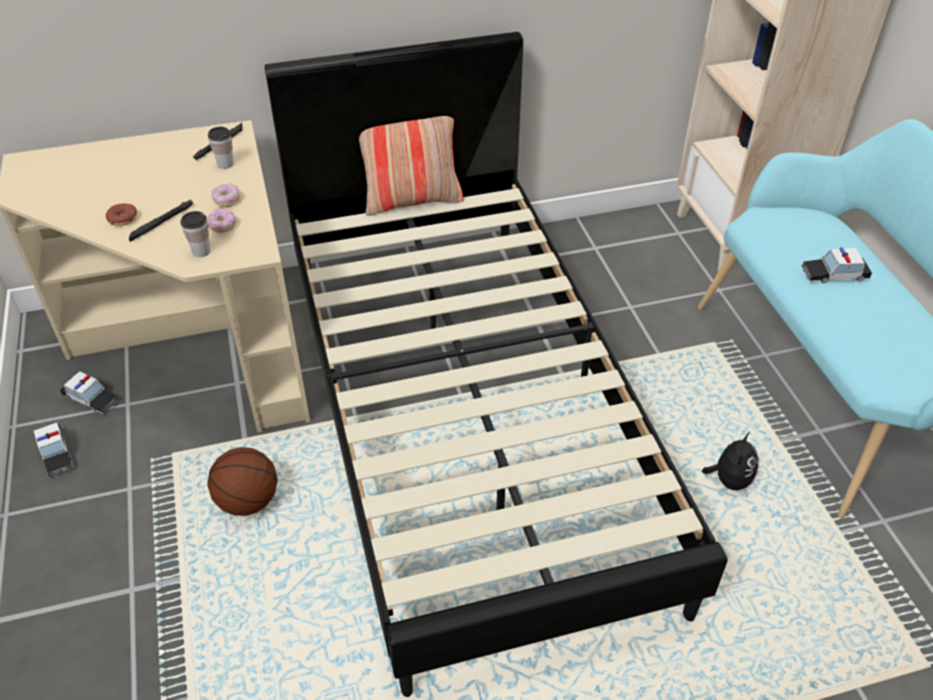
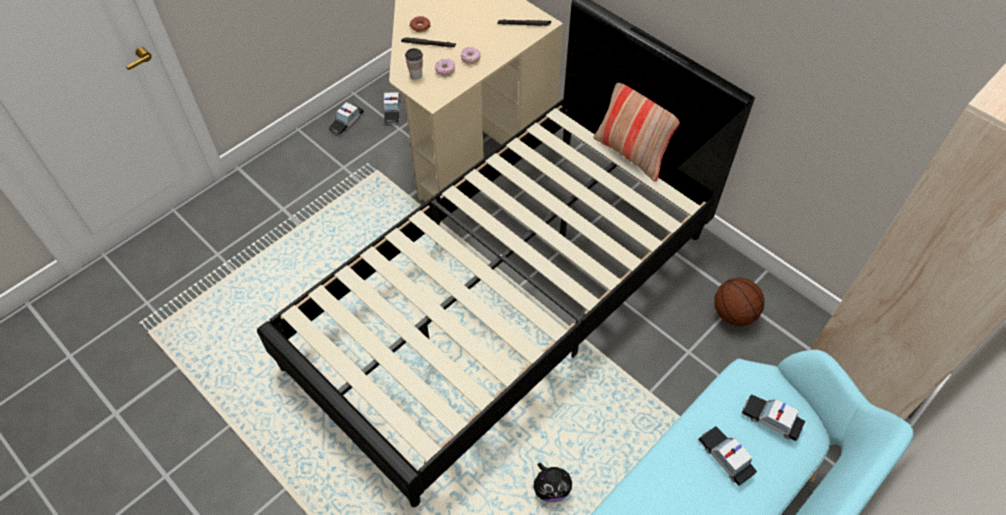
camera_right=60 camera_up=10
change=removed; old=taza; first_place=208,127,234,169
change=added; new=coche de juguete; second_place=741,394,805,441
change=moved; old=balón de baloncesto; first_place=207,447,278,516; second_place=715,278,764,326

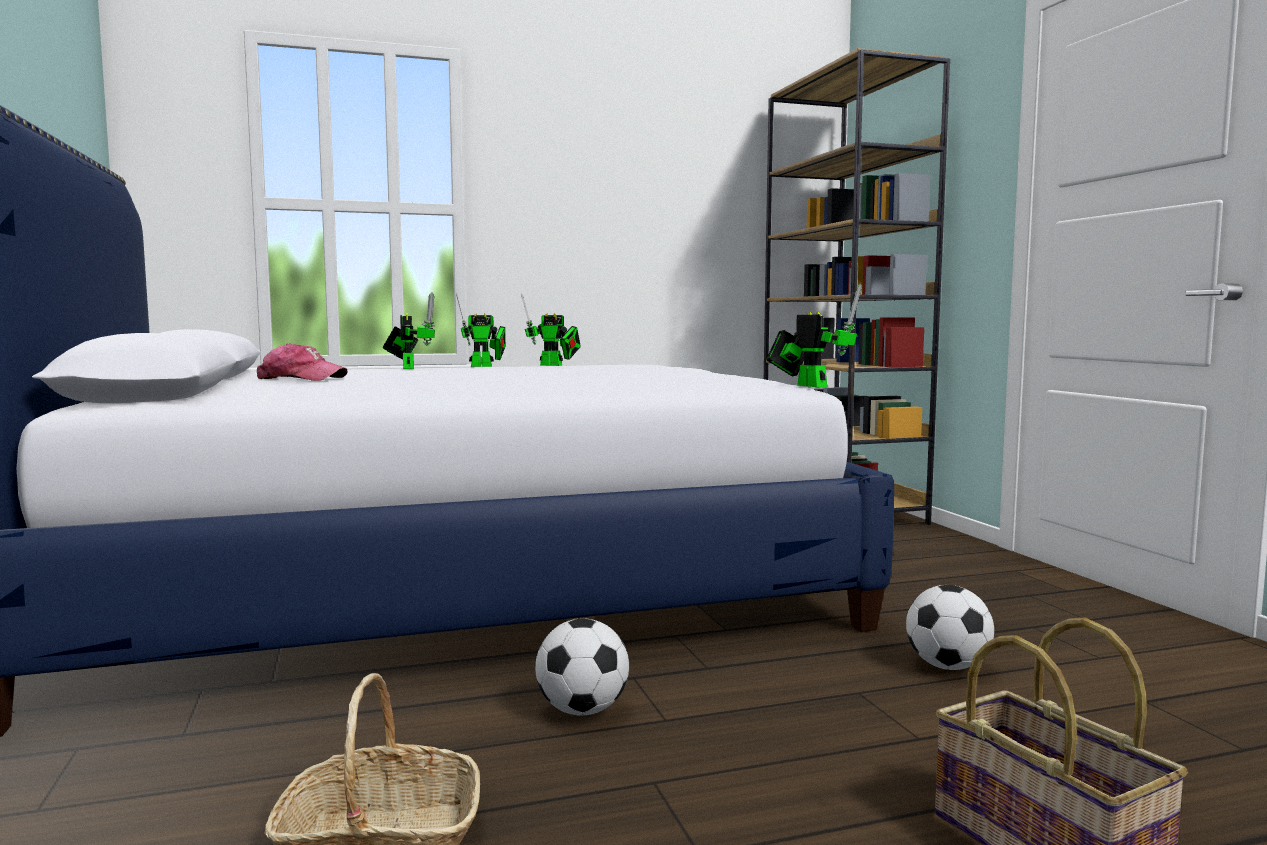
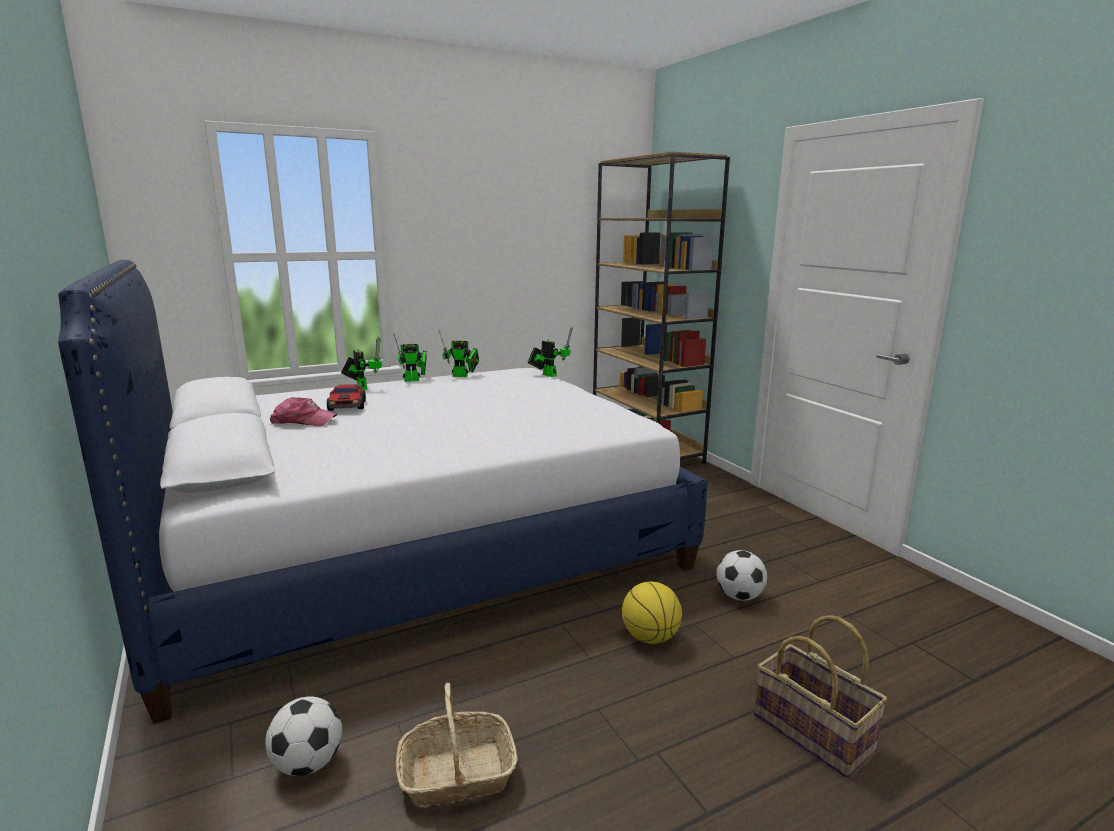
camera_right=-10 camera_up=10
change=added; new=coche de juguete; second_place=327,384,366,411
change=added; new=balón de baloncesto; second_place=622,581,682,644
change=moved; old=balón de fútbol; first_place=535,618,629,716; second_place=265,696,342,776
change=moved; old=robot de juguete; first_place=767,283,862,387; second_place=528,327,573,377

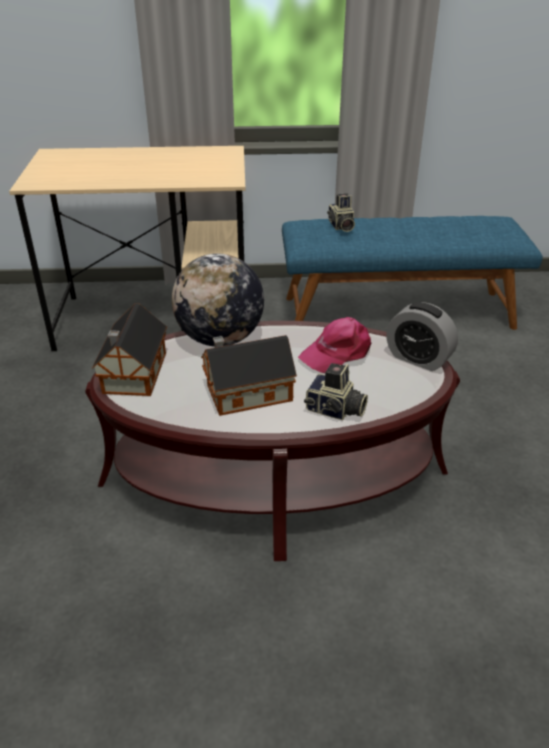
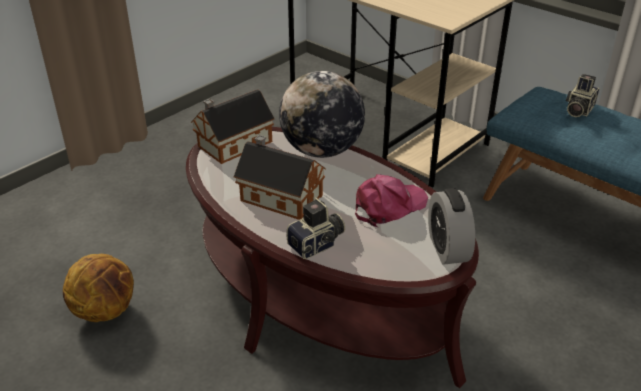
camera_right=45 camera_up=0
change=added; new=balón de baloncesto; second_place=63,254,134,322
change=turned; old=gorra [rosa]; first_place=298,317,371,373; second_place=355,174,428,227; degrees=135
change=turned; old=cámara; first_place=304,363,368,420; second_place=287,198,345,259; degrees=-105

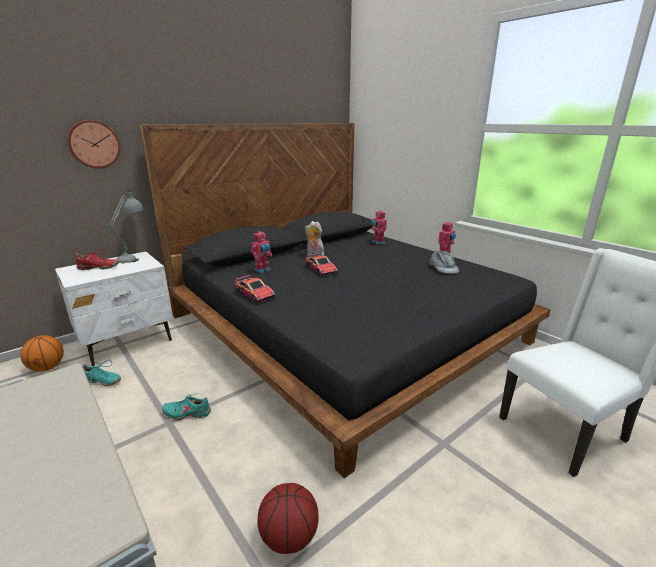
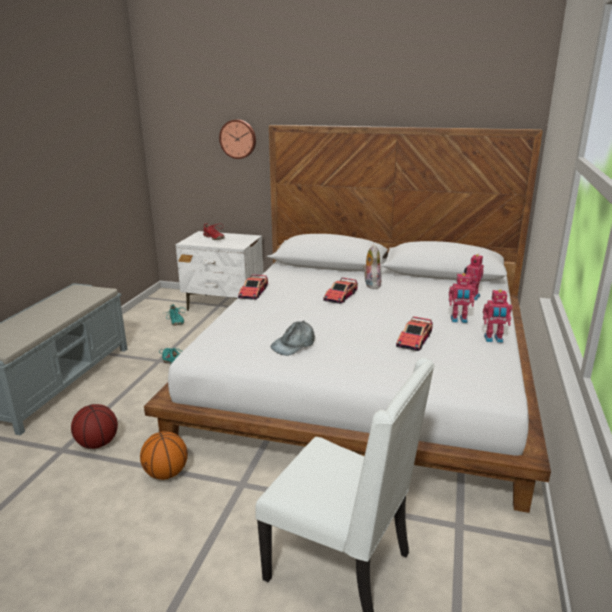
camera_right=55 camera_up=0
change=removed; old=lámpara de mesa [gris]; first_place=108,188,144,264
change=added; new=coche de juguete; second_place=396,316,433,351
change=moved; old=balón de baloncesto; first_place=20,335,64,372; second_place=140,431,188,480
change=moved; old=robot de juguete; first_place=251,231,273,273; second_place=449,273,475,323
change=moved; old=gorra [gris]; first_place=429,250,459,274; second_place=271,321,315,356
change=recoloured; old=cama [negro]; new=cama [blanco]; first_place=140,123,551,478; second_place=144,125,551,513

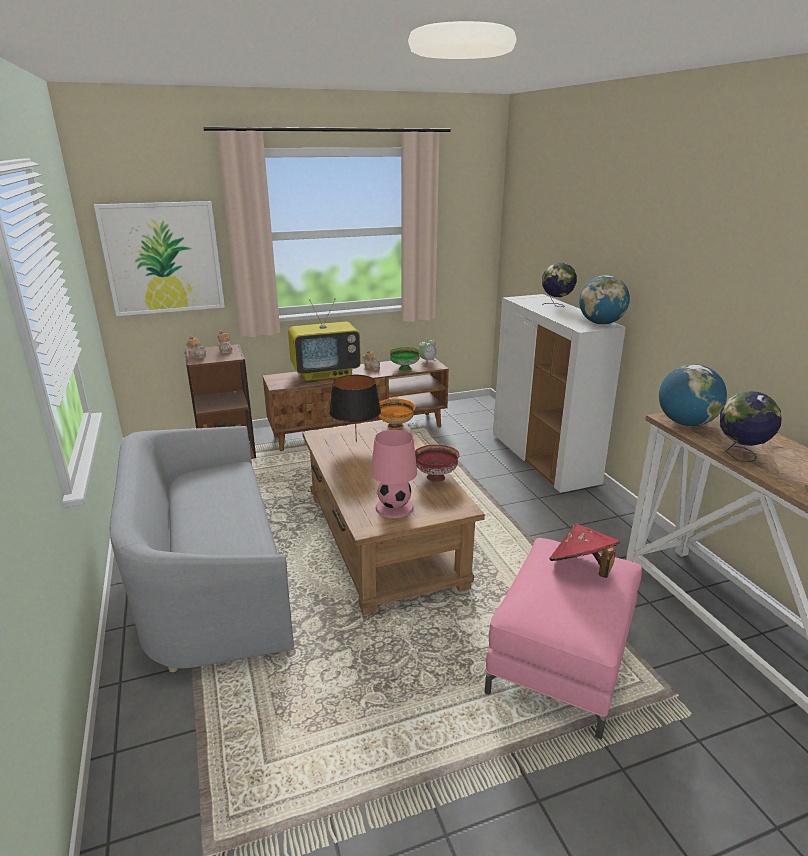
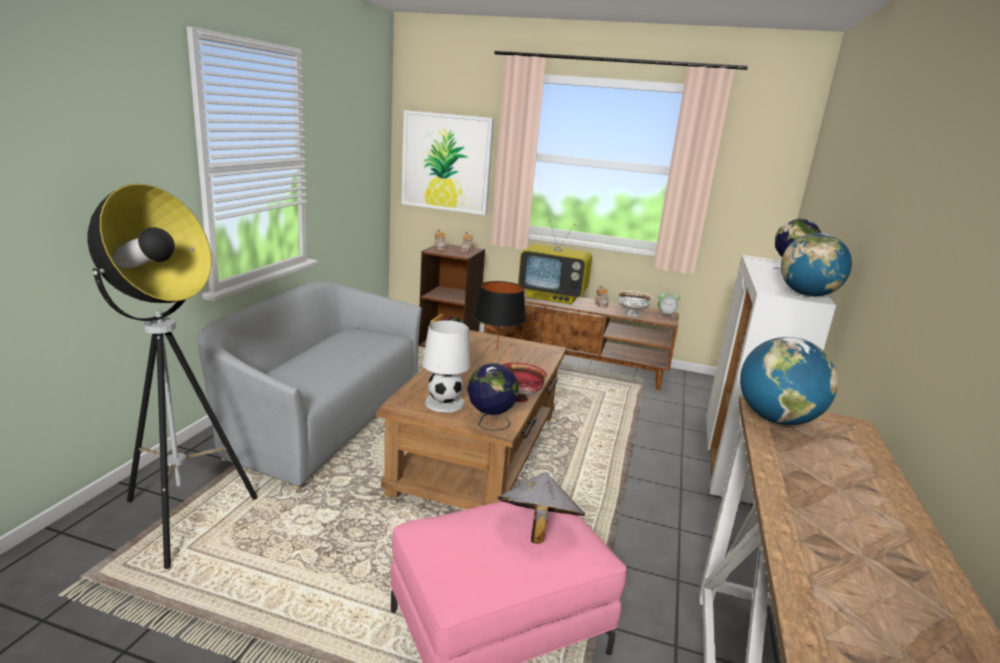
camera_right=35 camera_up=-5
change=removed; old=cuenco [naranja]; first_place=378,399,415,430
change=added; new=lámpara de pie; second_place=87,184,257,569
change=moved; old=globo terráqueo; first_place=720,391,782,462; second_place=467,363,519,431
change=recoloured; old=lámpara de mesa [rosa]; new=lámpara de mesa [blanco]; first_place=371,430,417,518; second_place=423,320,470,413
change=recoloured; old=cuenco [verde]; new=cuenco [blanco]; first_place=389,347,421,371; second_place=617,291,652,316
change=recoloured; old=sombrero [rojo]; new=sombrero [gris]; first_place=549,524,620,578; second_place=498,472,585,544

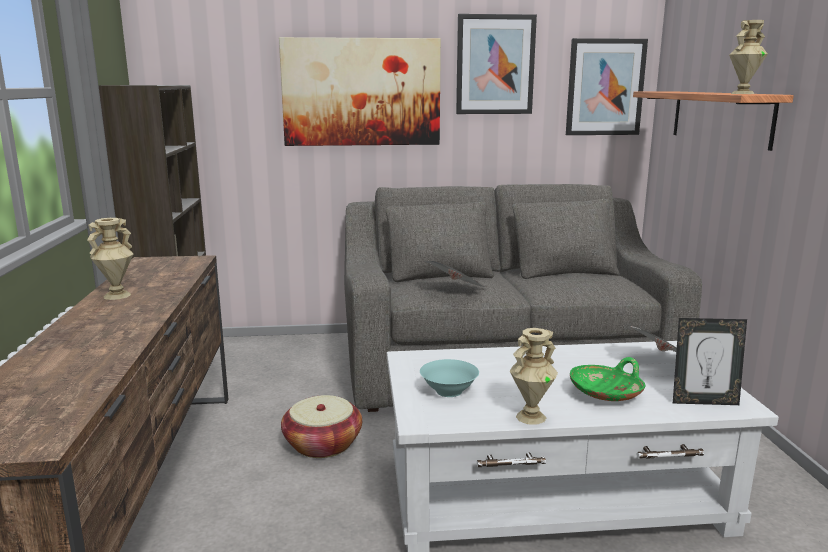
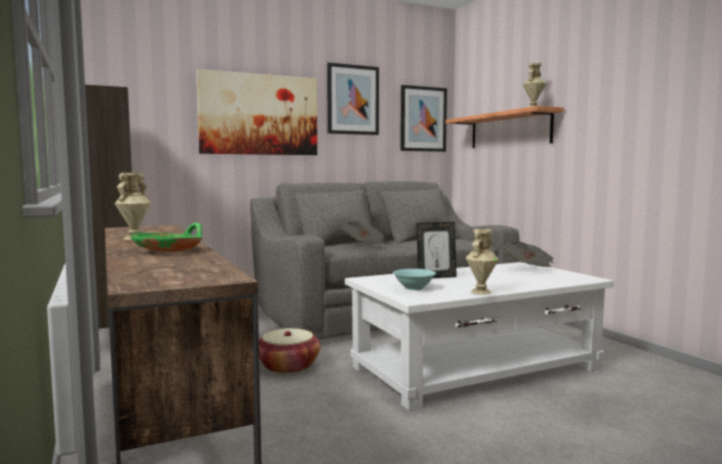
camera_right=-20 camera_up=-10
change=moved; old=cuenco [verde]; first_place=570,357,645,401; second_place=131,223,203,252
change=moved; old=portarretratos; first_place=673,318,747,405; second_place=416,222,457,278

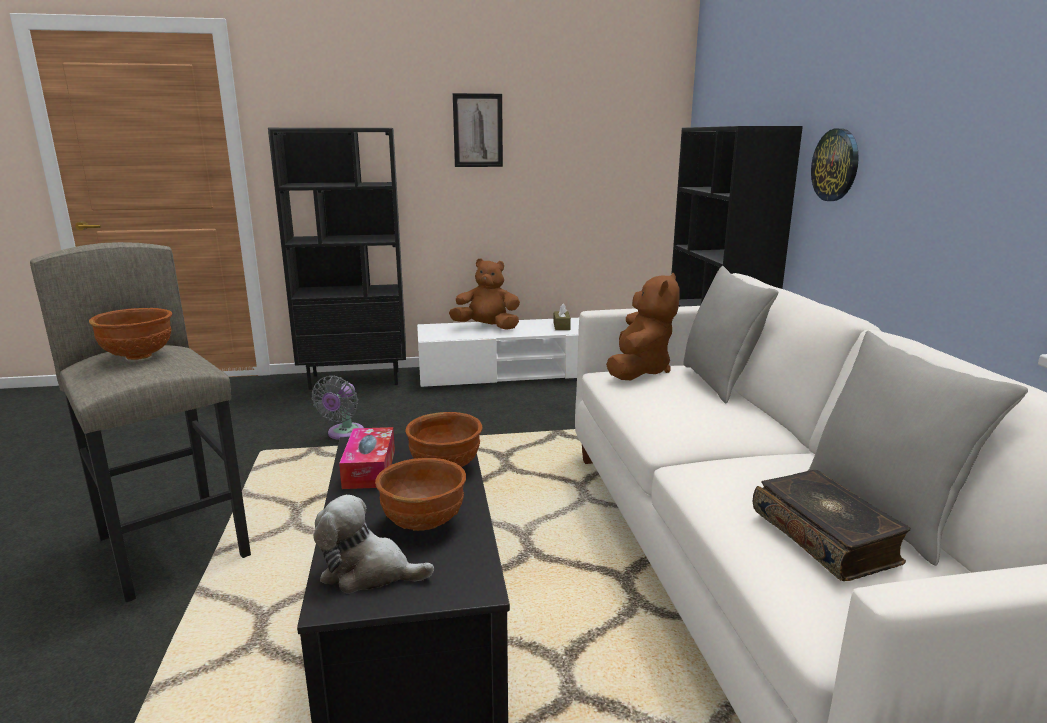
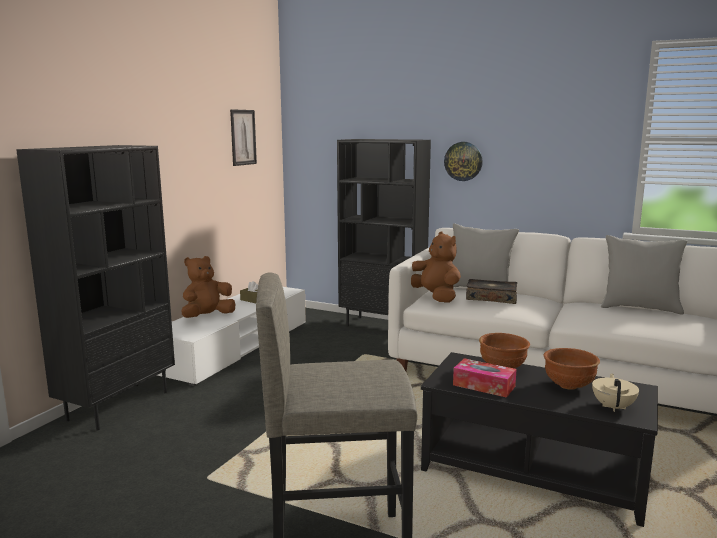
camera_right=-55 camera_up=-5
change=removed; old=cuenco [marrón]; first_place=89,308,172,360
change=removed; old=ventilador [gris]; first_place=312,376,364,440
change=moved; old=cuadro; first_place=453,93,503,167; second_place=230,109,257,166
change=moved; old=libro; first_place=753,470,910,581; second_place=466,279,517,304
change=replaced; old=peluche; new=tetera [beis]; first_place=313,495,434,593; second_place=592,373,639,412

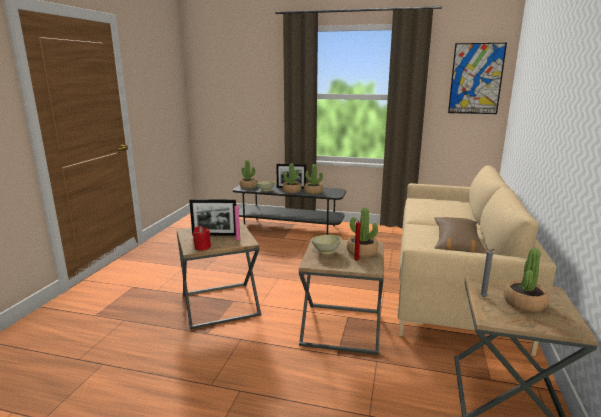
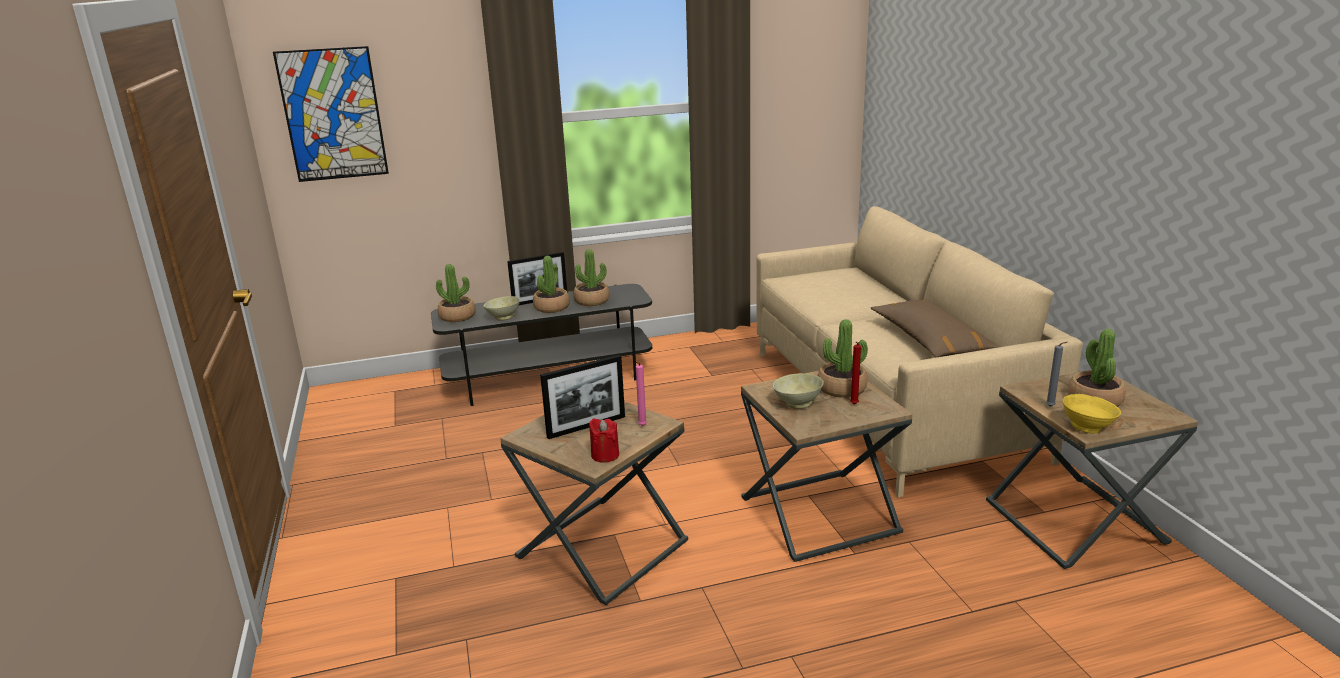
camera_right=-30 camera_up=5
change=added; new=cuenco [amarillo]; second_place=1063,394,1121,433
change=moved; old=cuadro; first_place=448,43,507,114; second_place=273,46,389,182

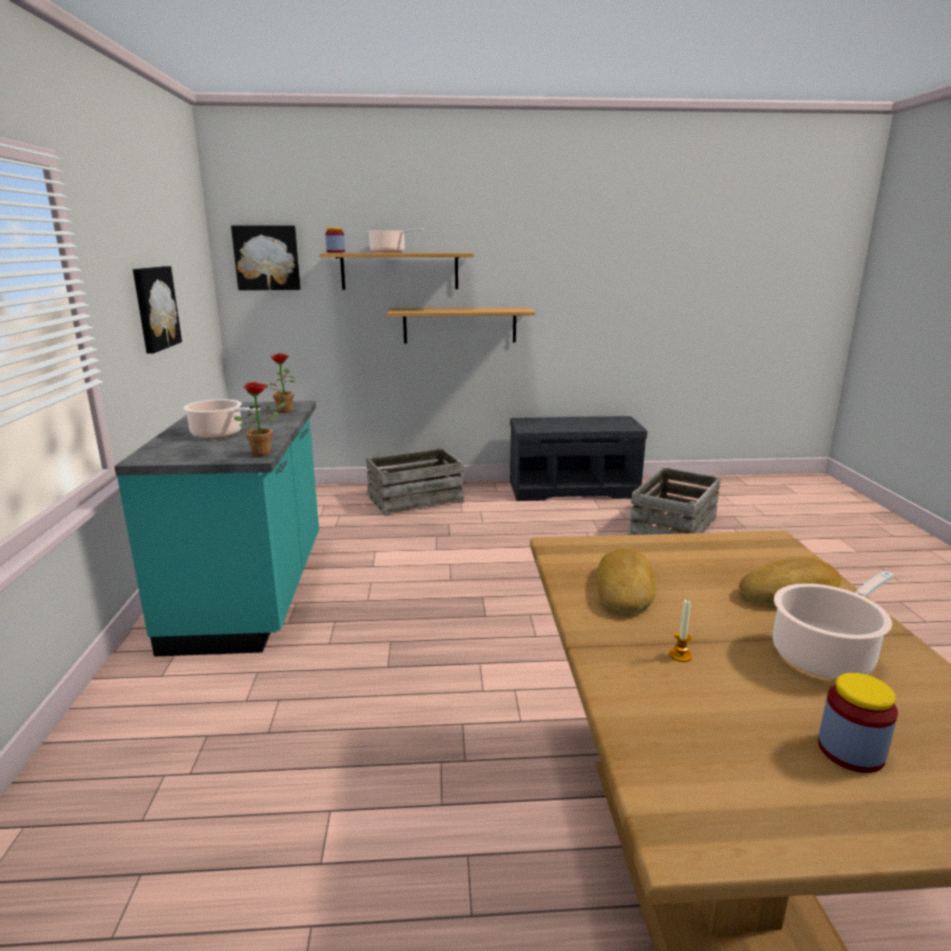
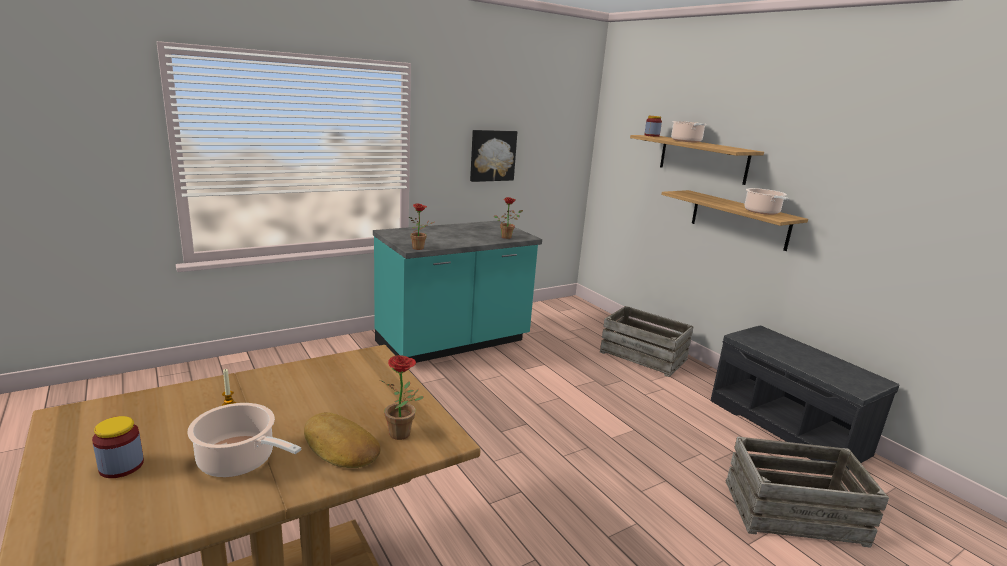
camera_right=60 camera_up=0
change=removed; old=cuadro; first_place=231,225,301,290
change=removed; old=pan; first_place=597,549,657,613
change=added; new=planta en maceta; second_place=380,355,424,440
change=moved; old=olla; first_place=183,399,261,439; second_place=744,188,790,215

